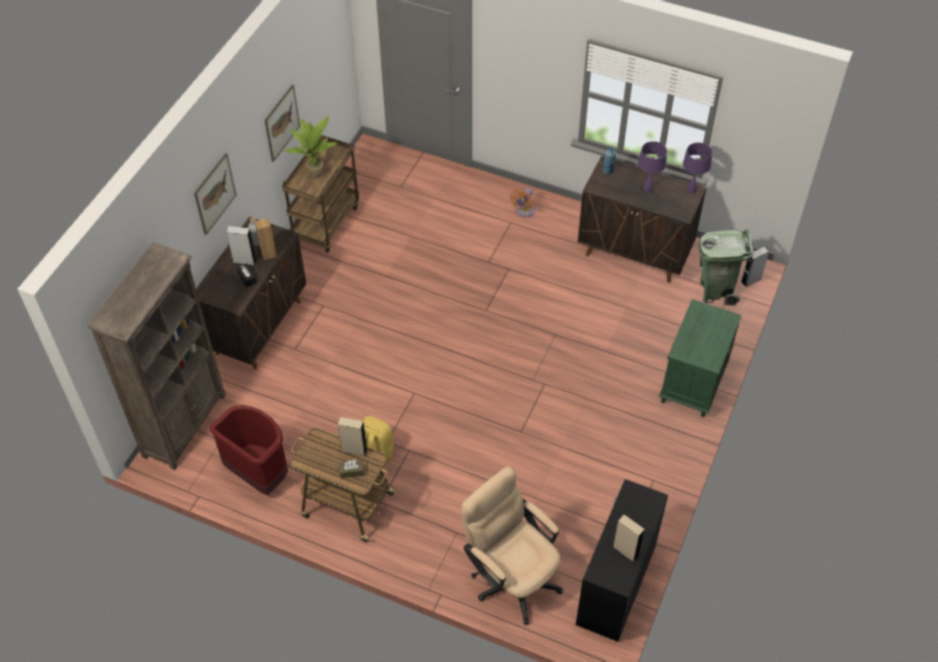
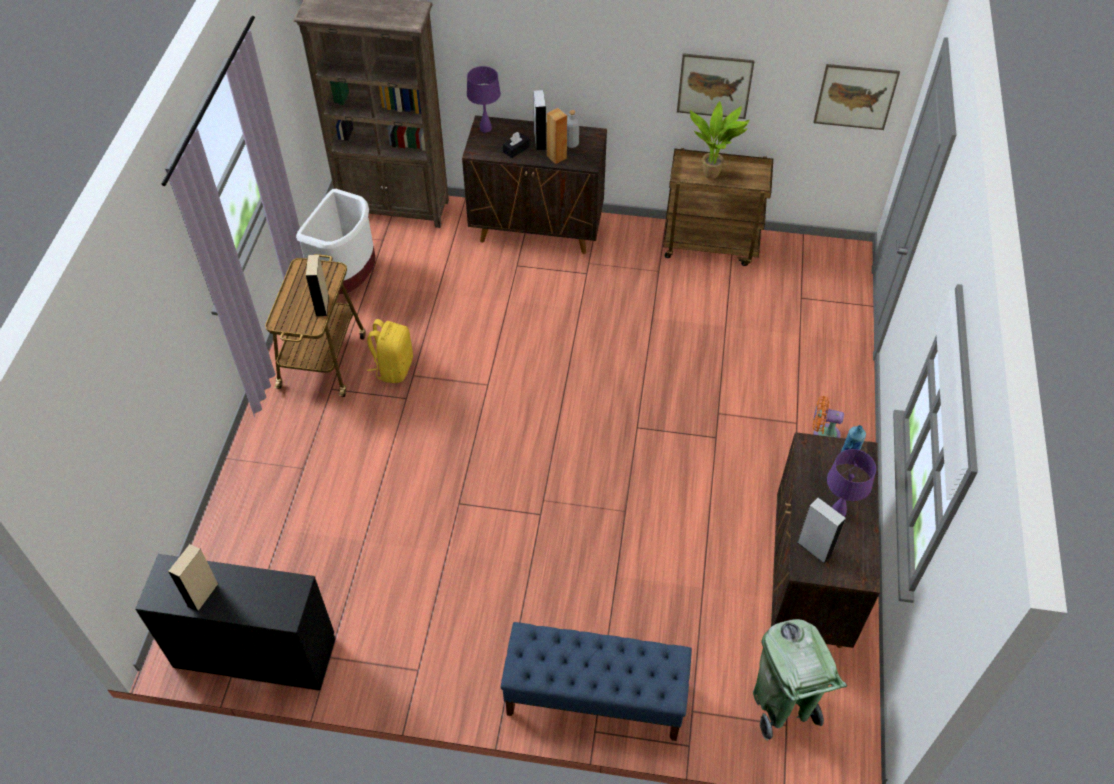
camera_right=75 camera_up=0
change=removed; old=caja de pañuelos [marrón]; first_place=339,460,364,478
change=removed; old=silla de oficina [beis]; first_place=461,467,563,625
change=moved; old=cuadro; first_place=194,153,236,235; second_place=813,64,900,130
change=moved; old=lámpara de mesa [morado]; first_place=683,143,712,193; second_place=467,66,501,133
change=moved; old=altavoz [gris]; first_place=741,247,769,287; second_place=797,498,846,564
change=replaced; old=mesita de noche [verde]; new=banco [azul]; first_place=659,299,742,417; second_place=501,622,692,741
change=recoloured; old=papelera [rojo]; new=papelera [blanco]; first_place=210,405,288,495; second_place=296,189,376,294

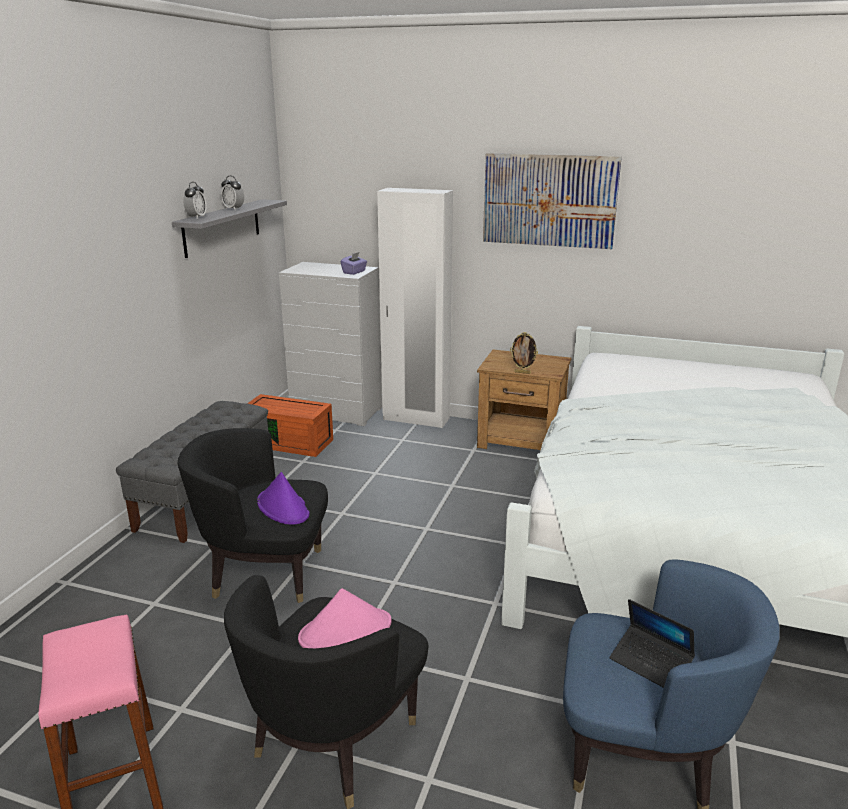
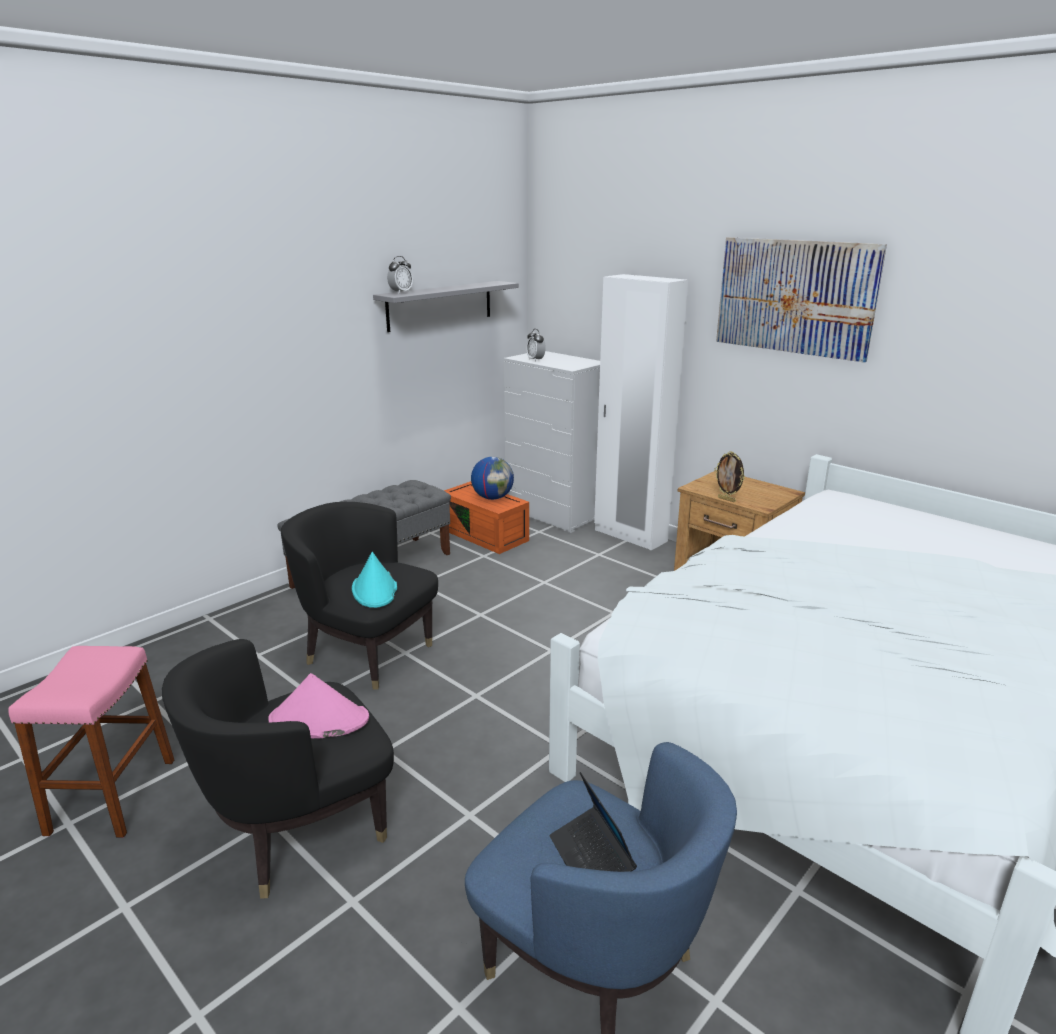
camera_right=25 camera_up=0
change=removed; old=caja de pañuelos [morado]; first_place=340,252,367,275
change=added; new=globo terráqueo; second_place=471,457,514,500
change=moved; old=despertador; first_place=221,176,244,210; second_place=526,329,546,362
change=recoloured; old=sombrero [morado]; new=sombrero [turquesa]; first_place=257,472,310,525; second_place=352,552,397,608

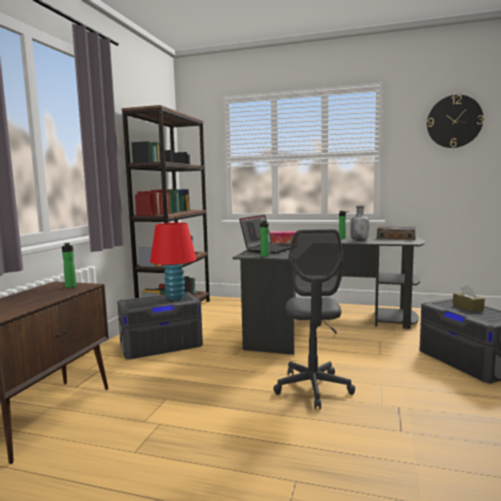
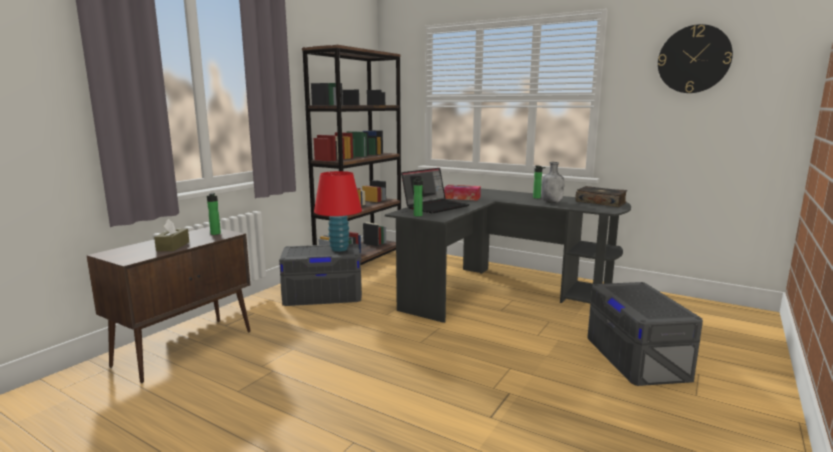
camera_right=15 camera_up=5
change=removed; old=silla de oficina [gris]; first_place=273,229,355,409
change=moved; old=caja de pañuelos [marrón]; first_place=453,285,485,312; second_place=154,219,189,251

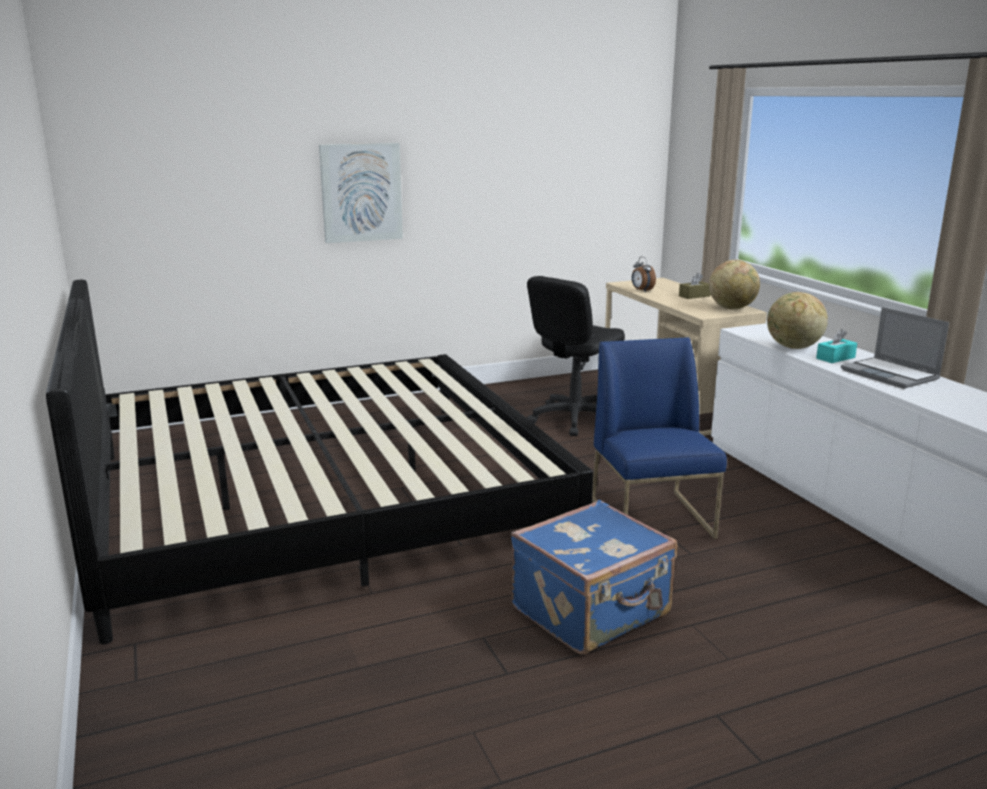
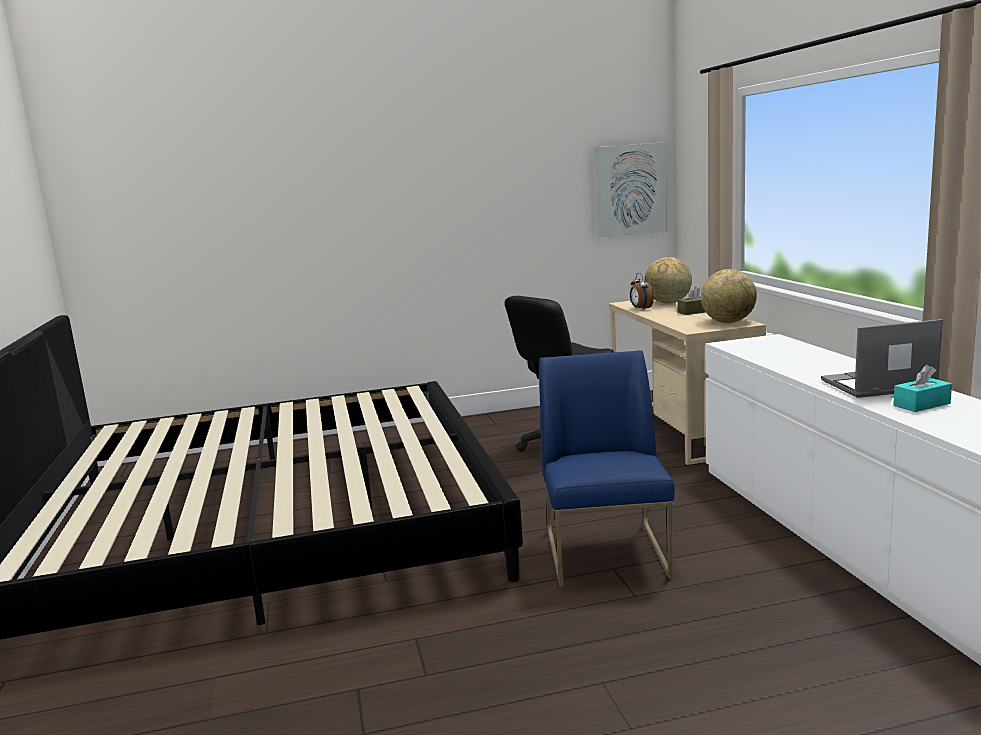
camera_right=10 camera_up=-5
change=removed; old=maleta [azul]; first_place=511,500,677,655
change=moved; old=cuadro; first_place=319,143,403,243; second_place=594,142,667,237
change=moved; old=globo terráqueo; first_place=767,292,828,349; second_place=644,257,692,303
change=moved; old=caja de pañuelos [turquesa]; first_place=816,329,857,363; second_place=894,365,952,412
change=turned; old=portátil; first_place=841,307,949,389; second_place=821,319,943,398; degrees=105

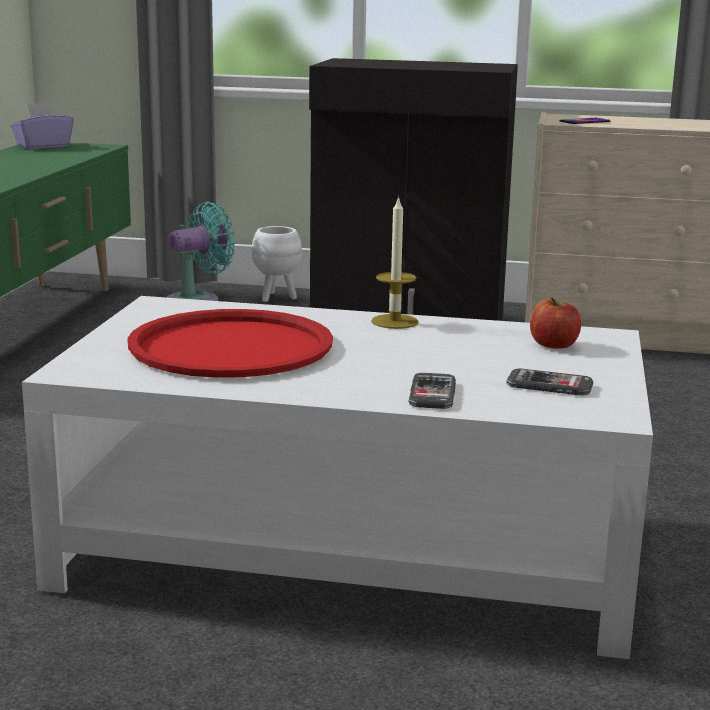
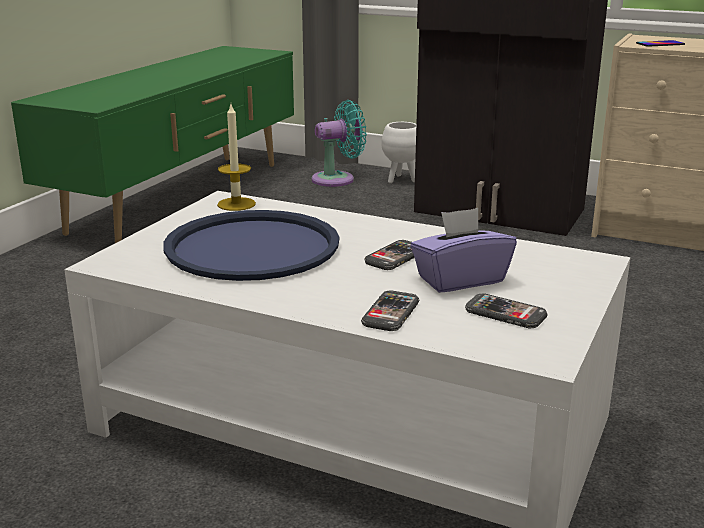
camera_right=15 camera_up=5
change=removed; old=manzana; first_place=530,297,581,349
change=added; new=móvil; second_place=364,240,415,270
change=moved; old=caja de pañuelos [morado]; first_place=11,102,74,149; second_place=411,208,517,293
change=moved; old=vela; first_place=371,196,418,329; second_place=217,104,256,211
change=recoloured; old=bandeja [rojo]; new=bandeja [azul]; first_place=127,309,333,378; second_place=163,210,339,281

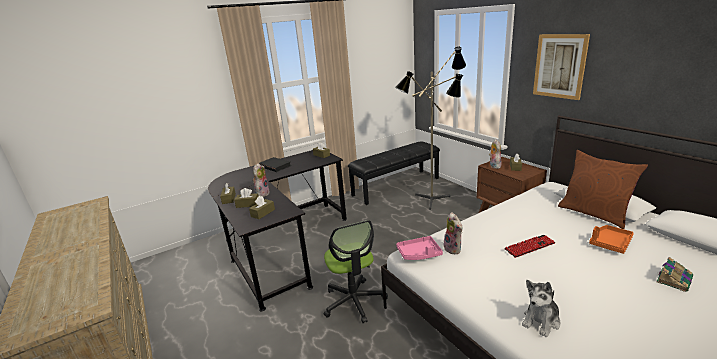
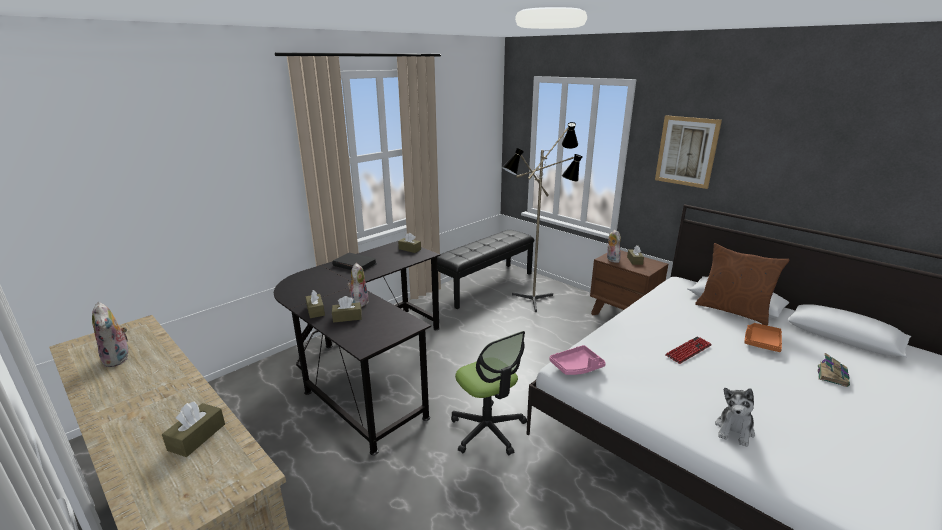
camera_right=-15 camera_up=0
change=moved; old=caja de pañuelos [marrón]; first_place=249,196,275,219; second_place=162,402,225,457
change=moved; old=peluche; first_place=444,212,463,254; second_place=92,302,128,367

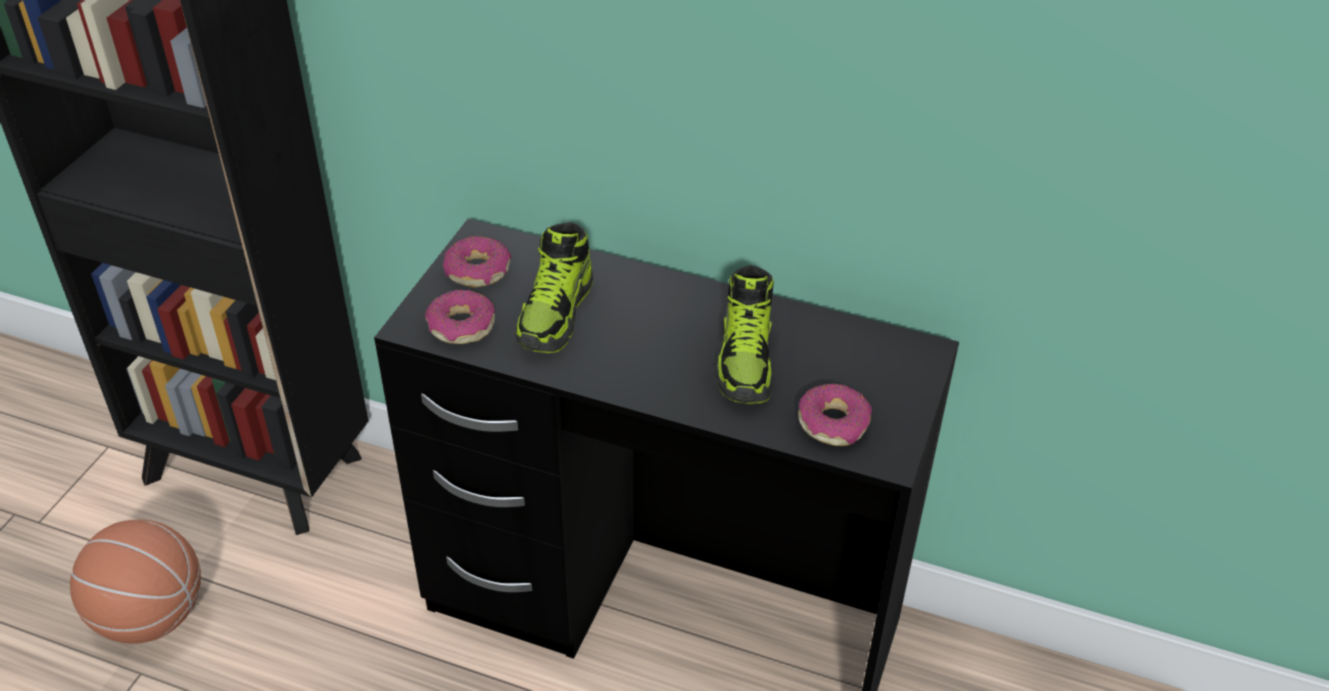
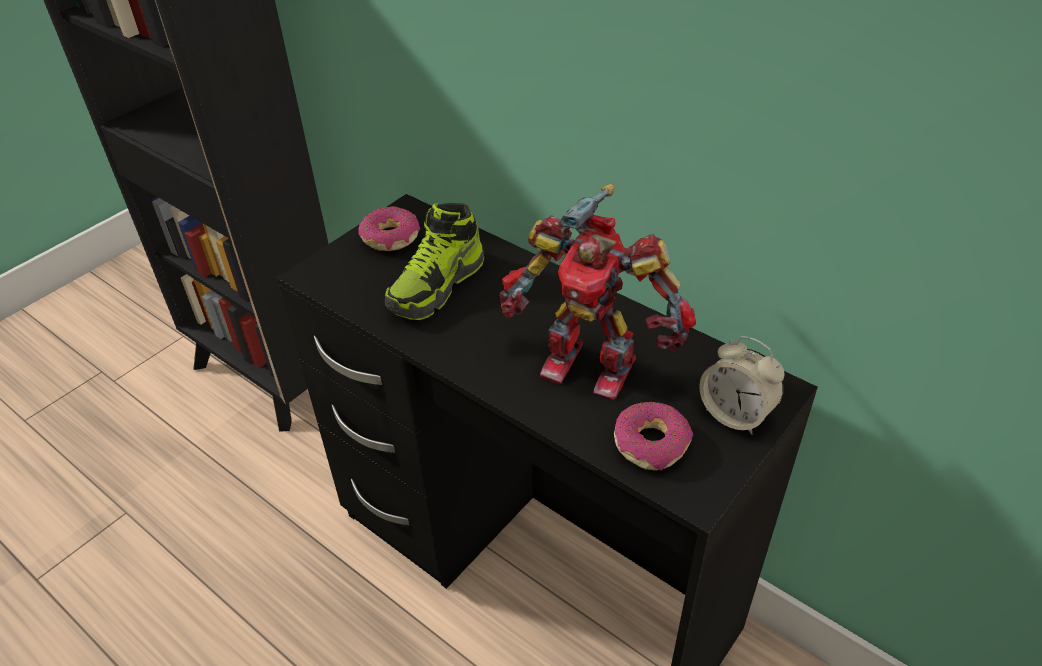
camera_right=20 camera_up=0
change=removed; old=balón de baloncesto; first_place=70,519,201,644
change=removed; old=rosquilla; first_place=425,290,495,344
change=added; new=despertador; second_place=699,336,785,435
change=replaced; old=zapato; new=robot de juguete; first_place=715,265,774,404; second_place=499,184,696,400

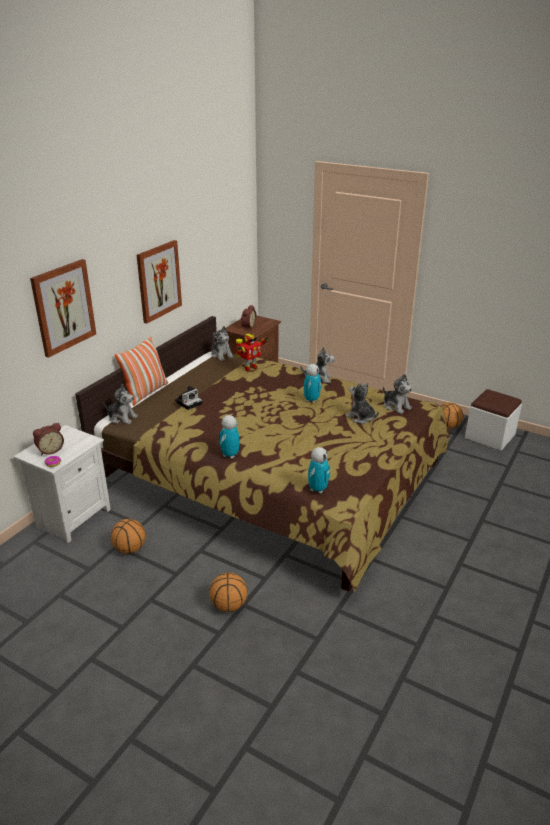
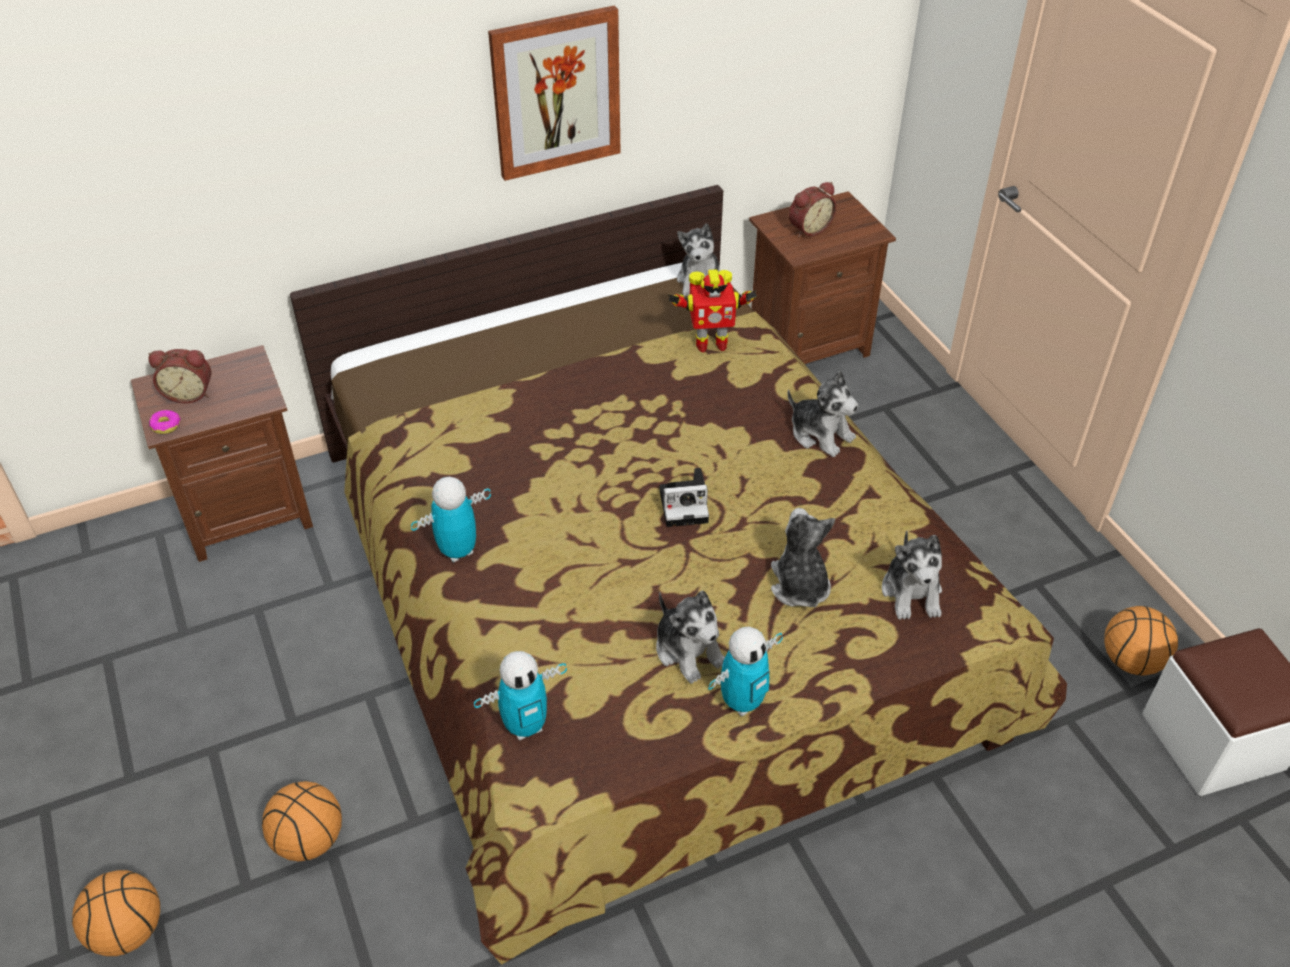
camera_right=35 camera_up=15
change=removed; old=cuadro; first_place=30,259,96,358
change=removed; old=cojín; first_place=115,336,168,406
change=moved; old=peluche; first_place=103,384,138,424; second_place=656,590,725,684
change=moved; old=balón de baloncesto; first_place=111,519,146,554; second_place=72,870,160,956
change=moved; old=cámara; first_place=175,386,202,410; second_place=659,468,709,527
change=moved; old=robot de juguete; first_place=304,364,321,403; second_place=708,627,783,716
change=recoloured; old=mesita de noche [blanco]; new=mesita de noche [marrón]; first_place=13,425,111,543; second_place=131,345,313,562

